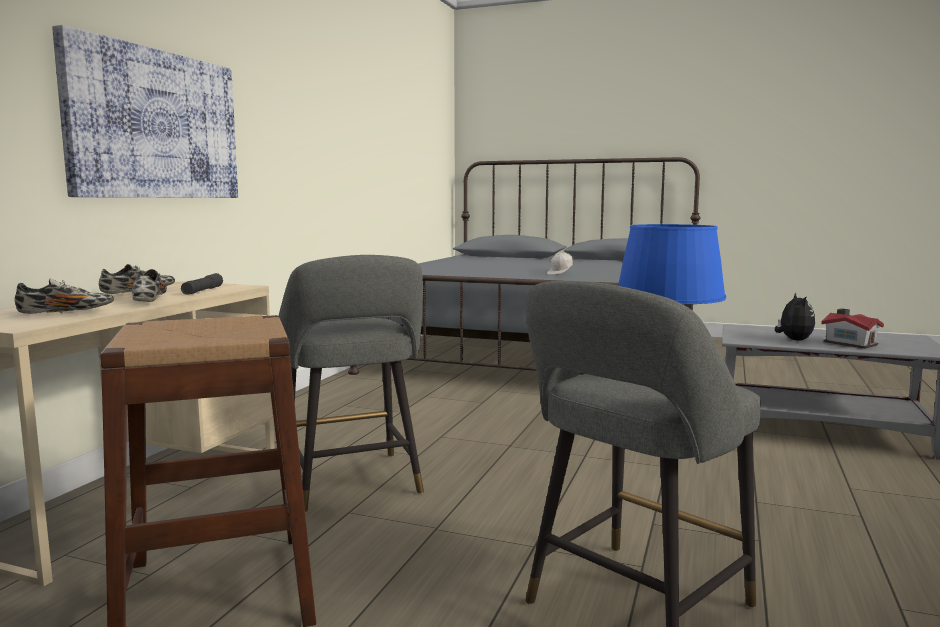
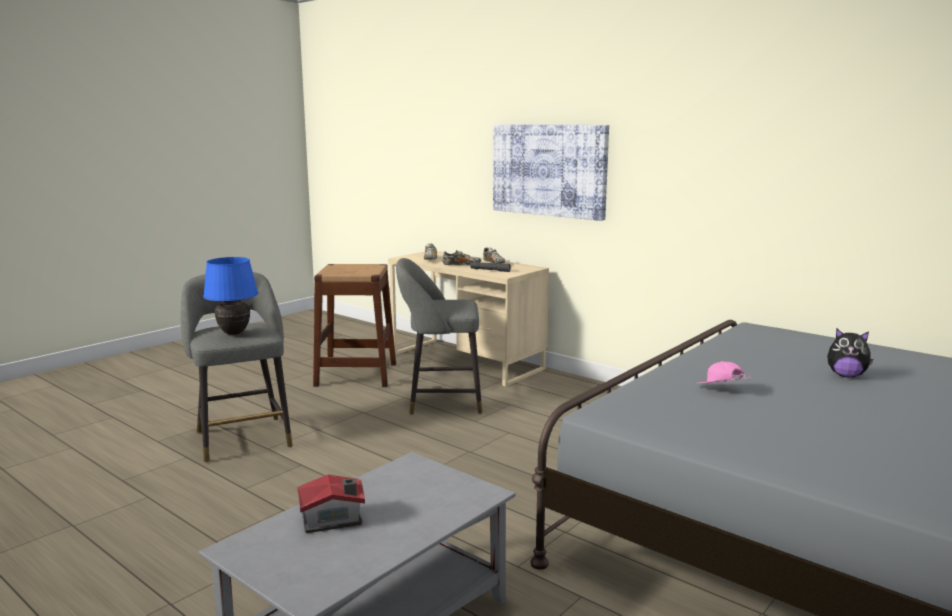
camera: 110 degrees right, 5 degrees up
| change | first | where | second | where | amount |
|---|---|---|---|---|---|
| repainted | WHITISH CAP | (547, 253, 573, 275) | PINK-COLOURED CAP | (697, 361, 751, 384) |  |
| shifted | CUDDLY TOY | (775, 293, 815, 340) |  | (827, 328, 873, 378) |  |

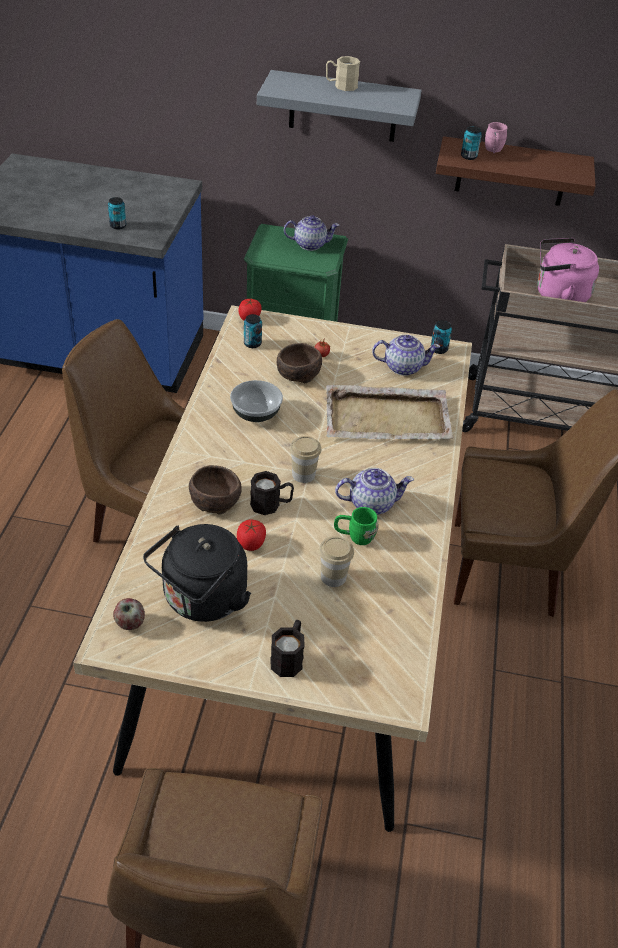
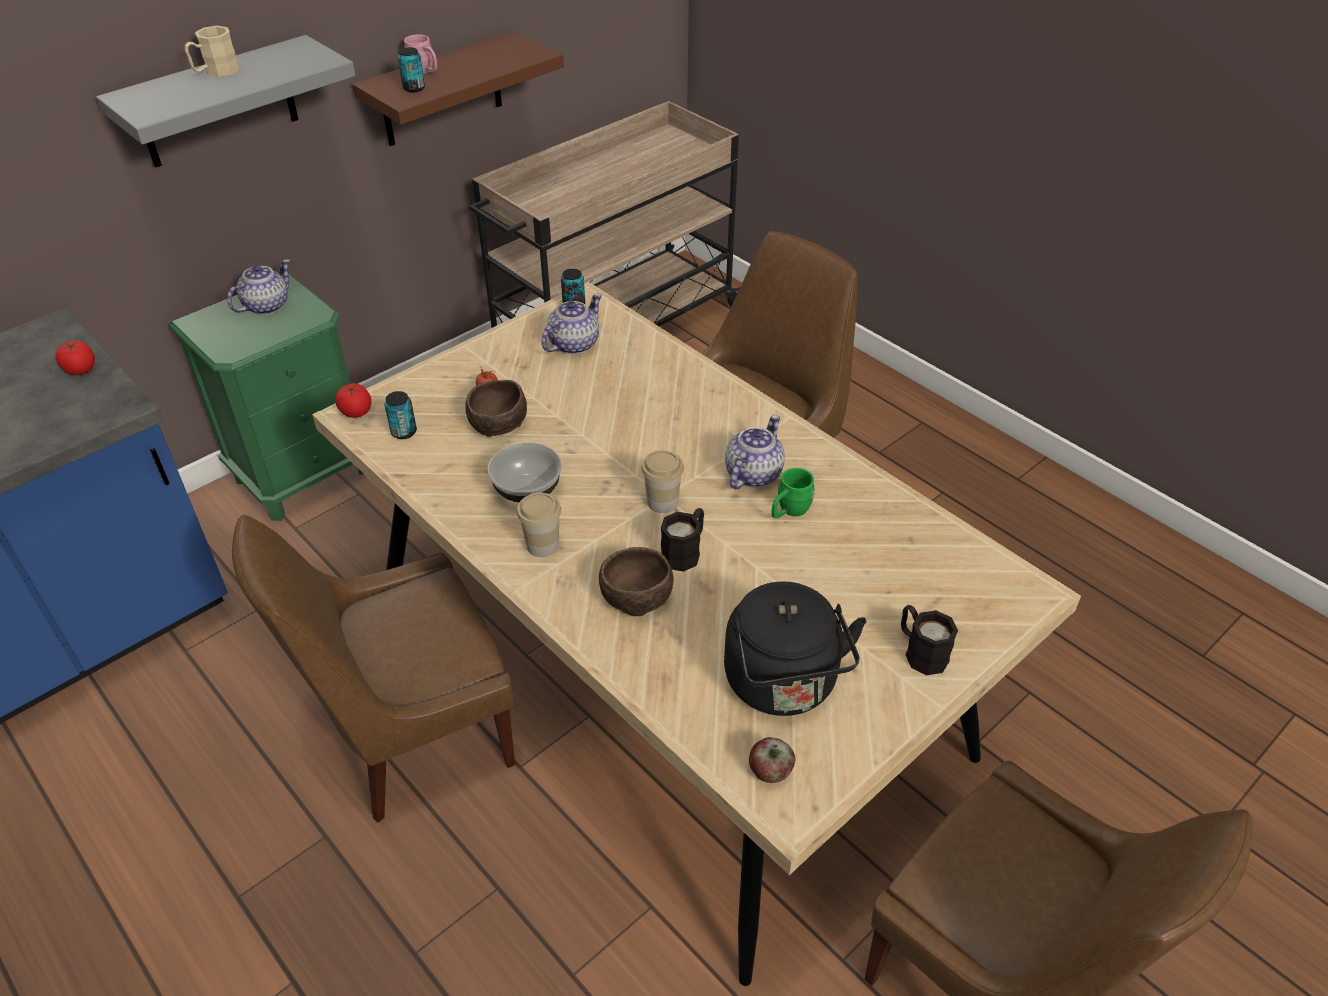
camera: 50 degrees left, 0 degrees up
| change | first | where | second | where | amount |
|---|---|---|---|---|---|
| gone | METAL CAN | (108, 197, 126, 229) |  |  |  |
| gone | PINK-COLOURED KETTLE | (537, 238, 599, 302) |  |  |  |
| gone | BEIGE-COLOURED CARRYING TRAY | (326, 385, 453, 439) |  |  |  |
| shifted | FRESH TOMATO | (237, 520, 266, 551) |  | (55, 340, 95, 375) |  |
| shifted | SMALL CUP | (319, 536, 354, 587) |  | (517, 493, 561, 557) |  |

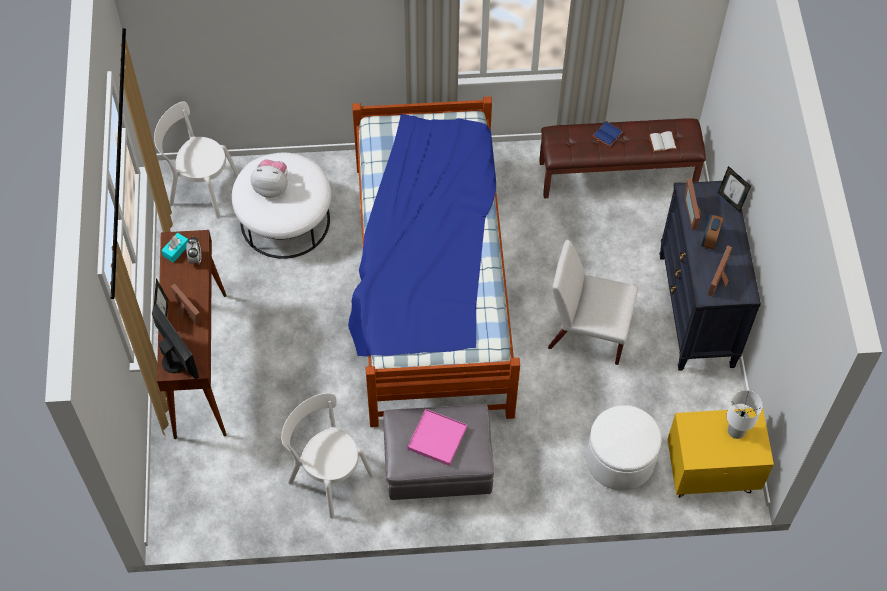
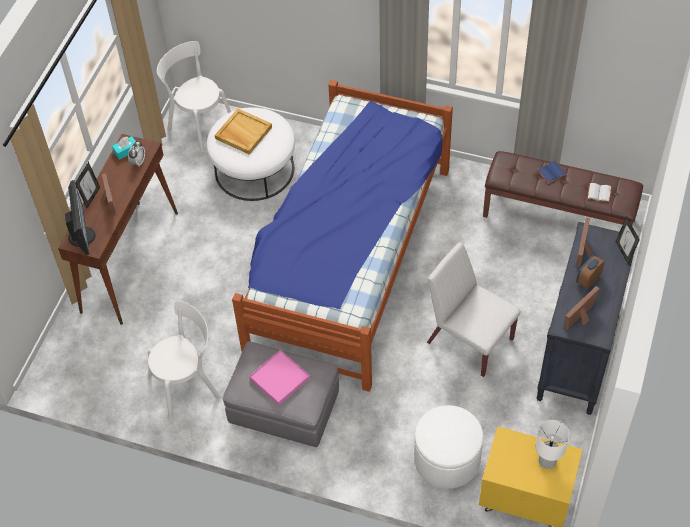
camera: 25 degrees right, 5 degrees down
| change | first | where | second | where | amount |
|---|---|---|---|---|---|
| swapped | CUDDLY TOY | (251, 159, 288, 198) | BEIGE-COLOURED CARRYING TRAY | (215, 108, 272, 155) |  |
| rotated | WHITISH UPRIGHT CHAIR | (281, 393, 374, 518) |  | (148, 301, 221, 420) | 90 degrees clockwise |

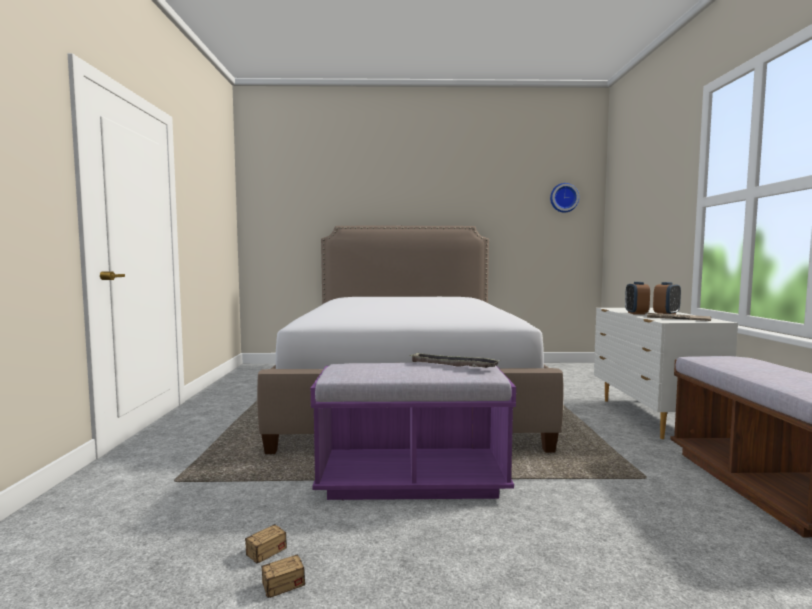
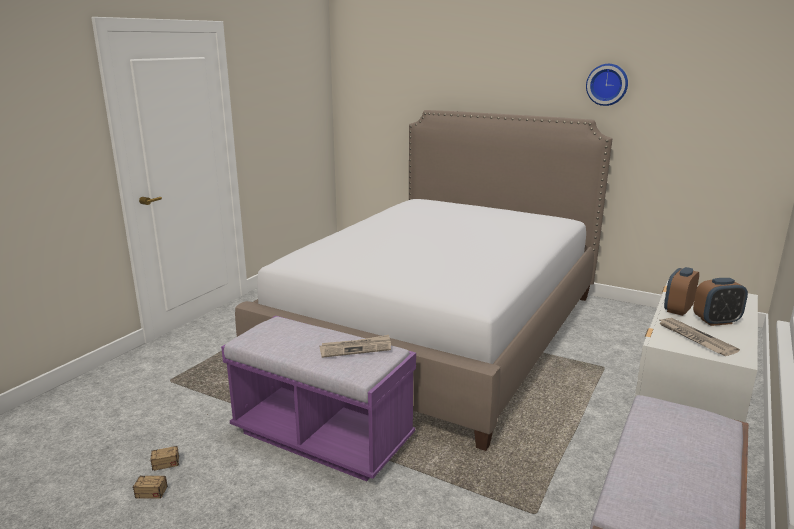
camera: 30 degrees right, 15 degrees up
| change | first | where | second | where | amount |
|---|---|---|---|---|---|
| shifted | HANGING CLOCK | (550, 183, 579, 212) |  | (586, 64, 628, 106) |  |
| swapped | CARRYING TRAY | (409, 353, 500, 368) | DAILY PAPER | (320, 335, 391, 358) |  |

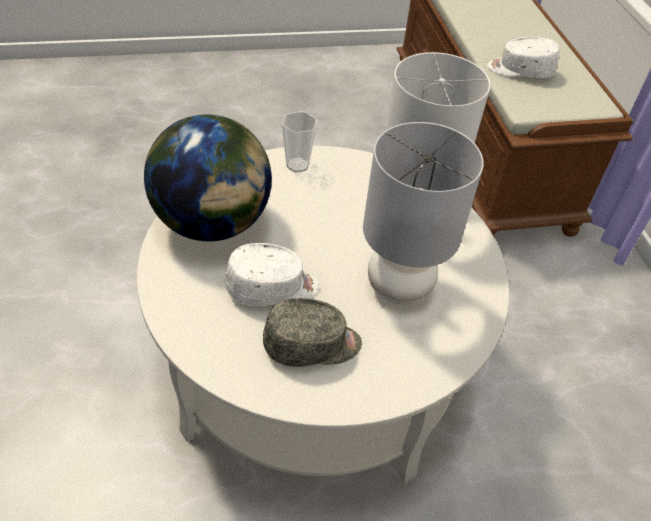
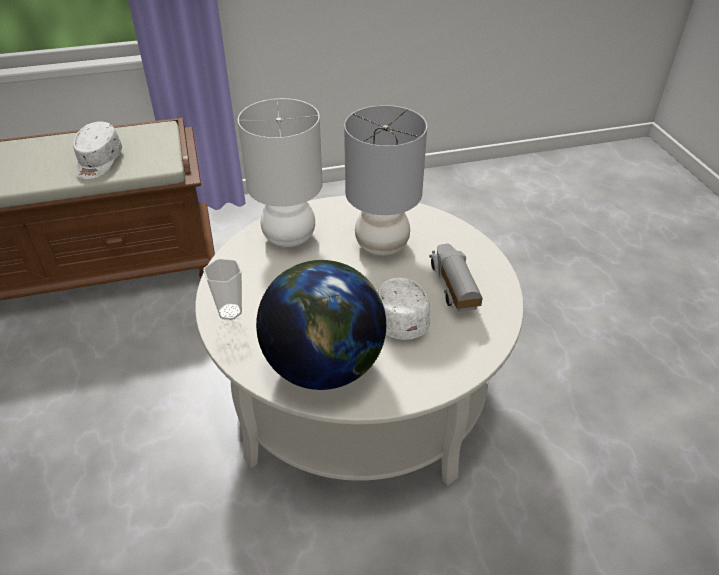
camera: 90 degrees left, 5 degrees down
| change | first | where | second | where | amount |
|---|---|---|---|---|---|
| swapped | GREYISH CAP | (263, 298, 362, 367) | TOY TRUCK | (429, 244, 483, 312) |  |

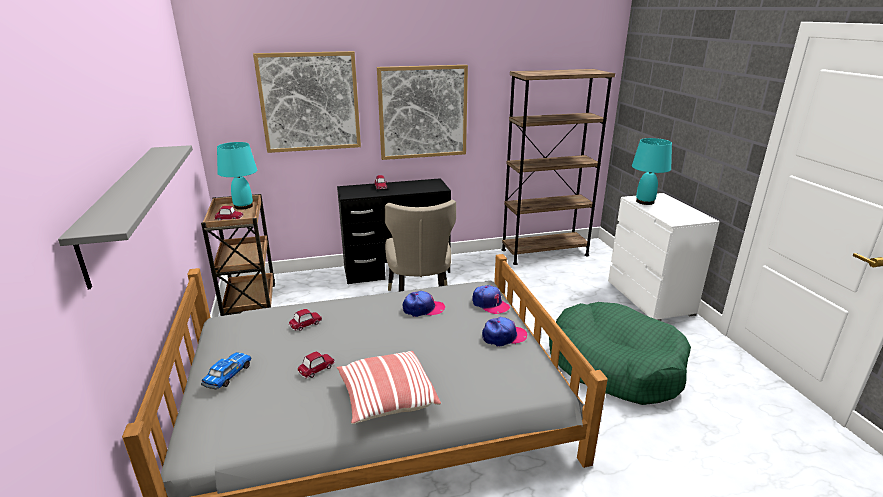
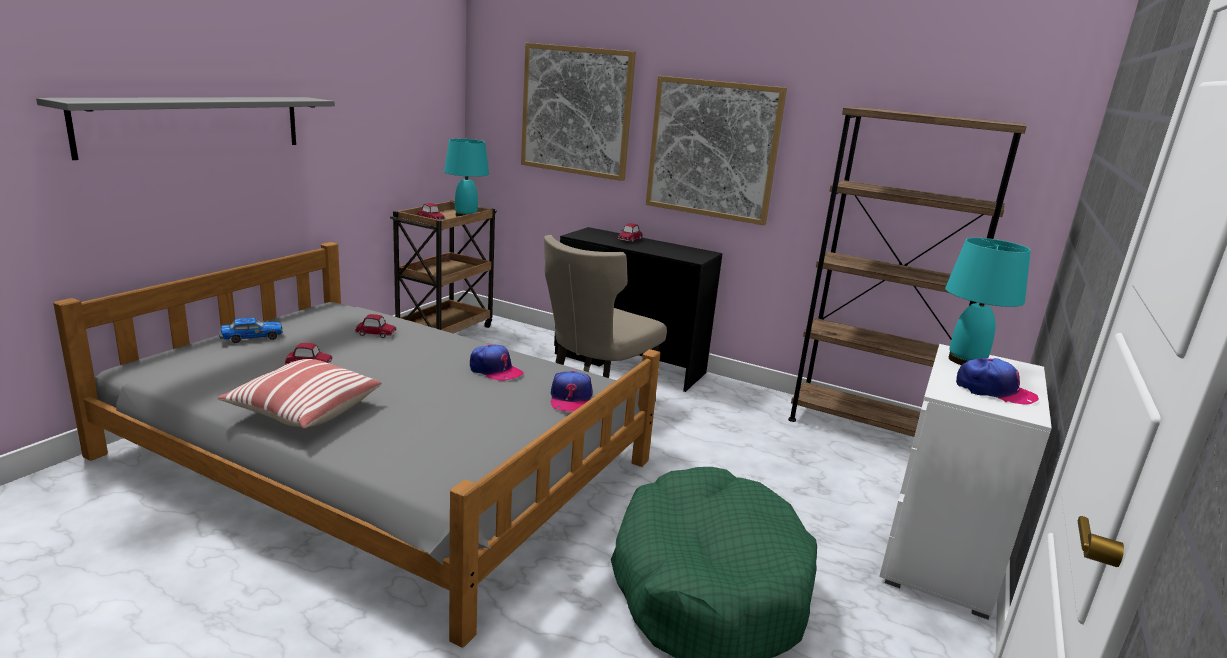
camera: 40 degrees right, 5 degrees down
| change | first | where | second | where | amount |
|---|---|---|---|---|---|
| shifted | CAP | (482, 317, 527, 346) |  | (956, 358, 1039, 405) |  |

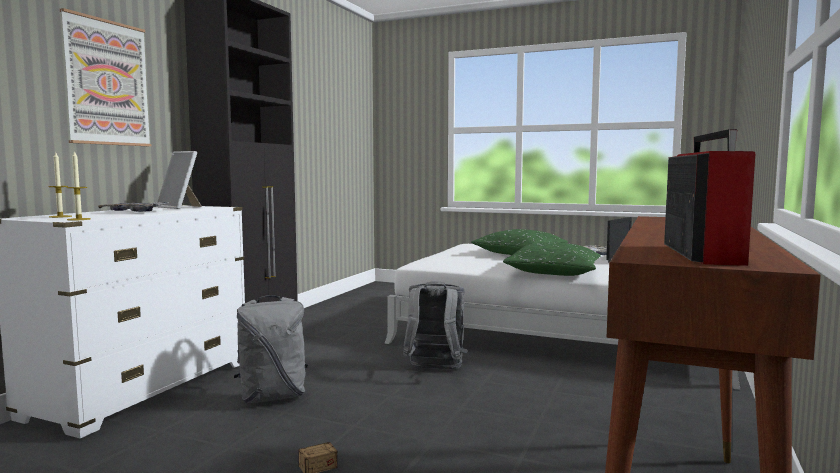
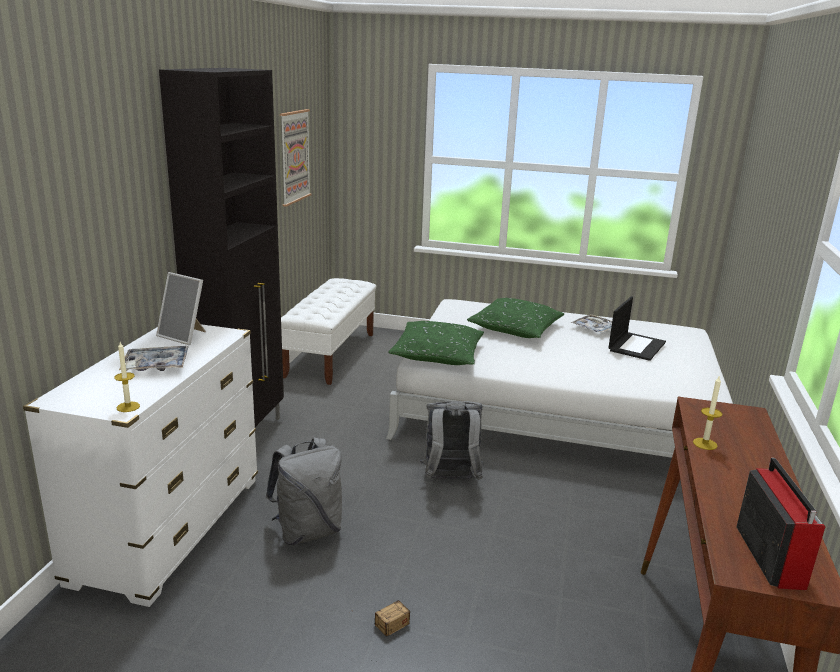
camera: 10 degrees left, 15 degrees up
| change | first | where | second | where | amount |
|---|---|---|---|---|---|
| shifted | WALL ART | (60, 8, 151, 146) |  | (280, 109, 311, 207) |  |
| shifted | WAX CANDLE | (48, 153, 72, 218) |  | (693, 375, 722, 450) |  |
| shifted | GREENISH THROW PILLOW | (503, 242, 600, 276) |  | (389, 321, 484, 365) |  |
| new |  |  | WHITISH BENCH | (281, 278, 376, 385) |  |

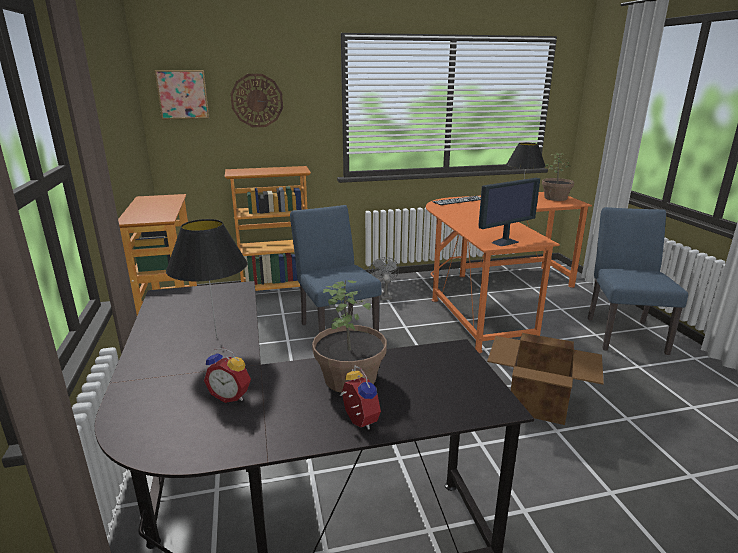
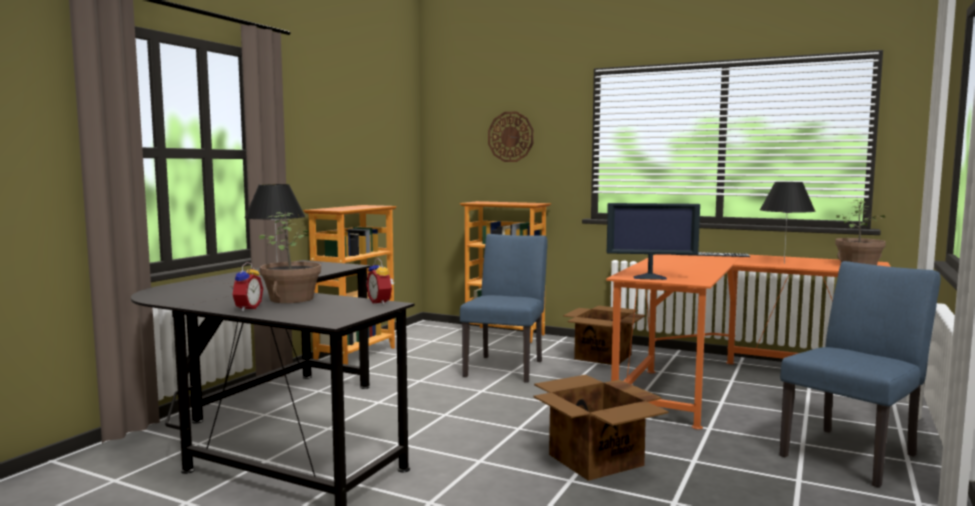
camera: 40 degrees right, 15 degrees down
| change | first | where | second | where | amount |
|---|---|---|---|---|---|
| gone | WALL ART | (154, 70, 209, 120) |  |  |  |
| swapped | GREYISH FAN | (368, 257, 399, 300) | CARTON | (563, 306, 645, 365) |  |
| shifted | ALARM CLOCK | (204, 348, 251, 403) |  | (366, 258, 394, 305) |  |

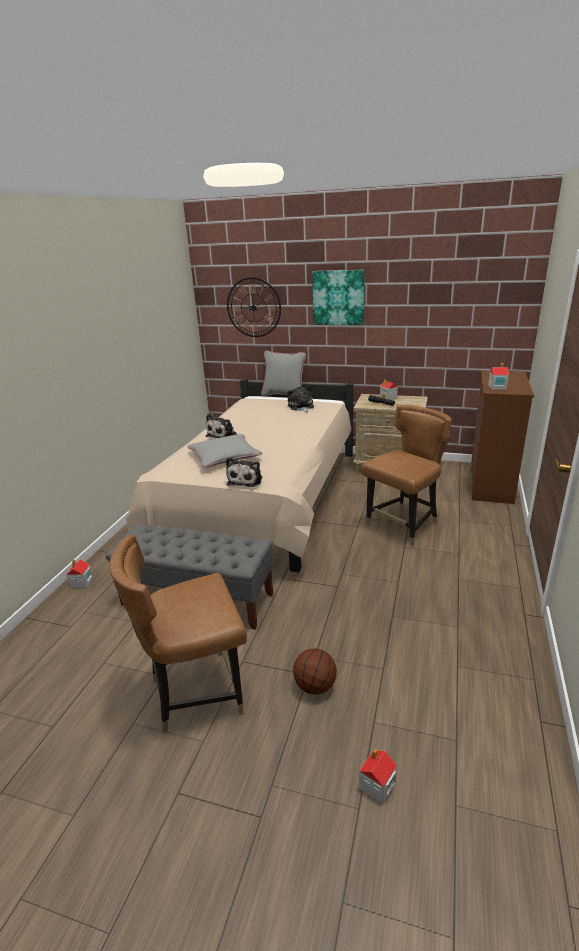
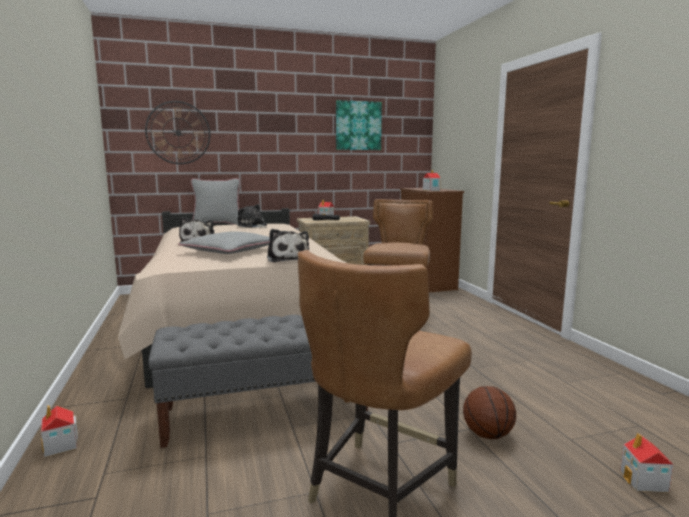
camera: 35 degrees left, 15 degrees down
| change | first | where | second | where | amount |
|---|---|---|---|---|---|
| shifted | WALL ART | (312, 270, 365, 325) |  | (336, 100, 382, 150) |  |

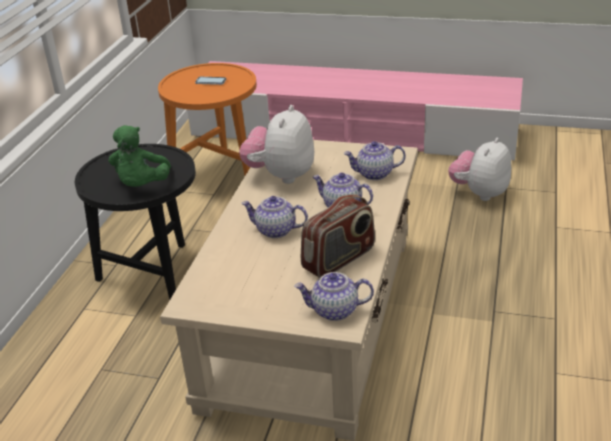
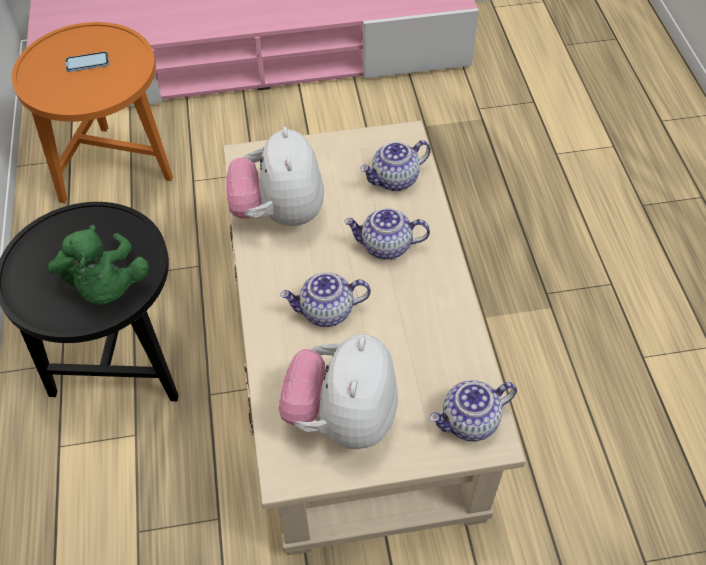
camera: 25 degrees left, 20 degrees up
| change | first | where | second | where | amount |
|---|---|---|---|---|---|
| shifted | CUDDLY TOY | (448, 138, 511, 201) |  | (279, 334, 398, 449) |  |
| gone | RADIO | (301, 194, 375, 278) |  |  |  |

